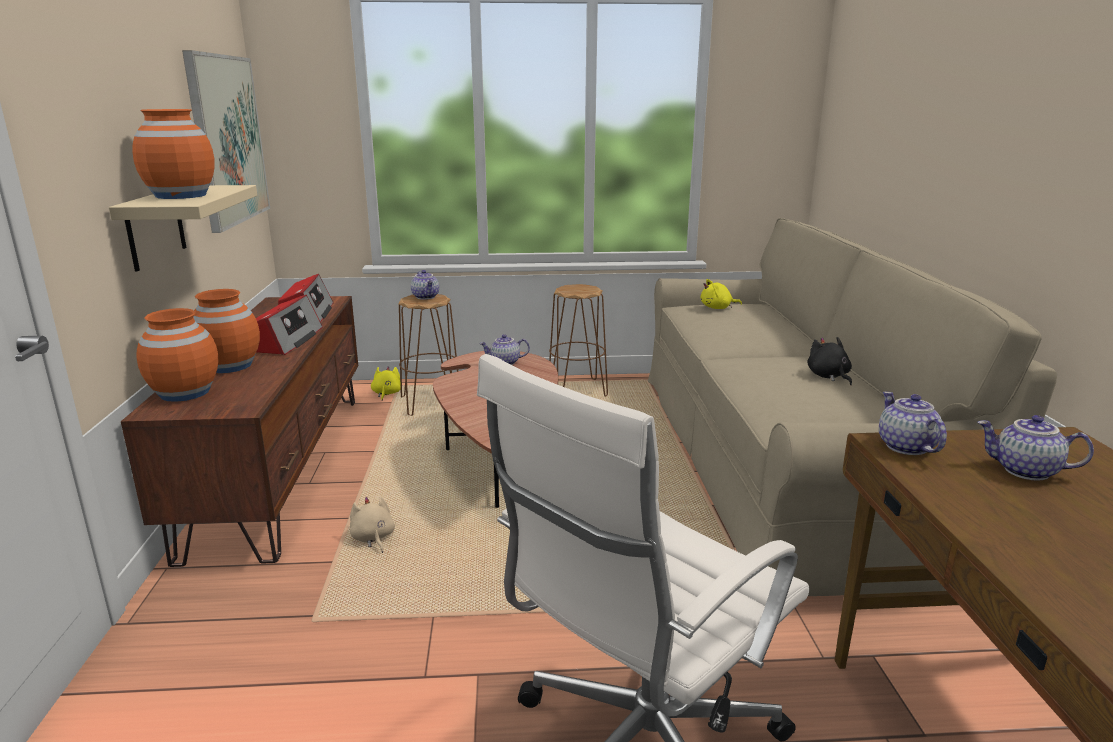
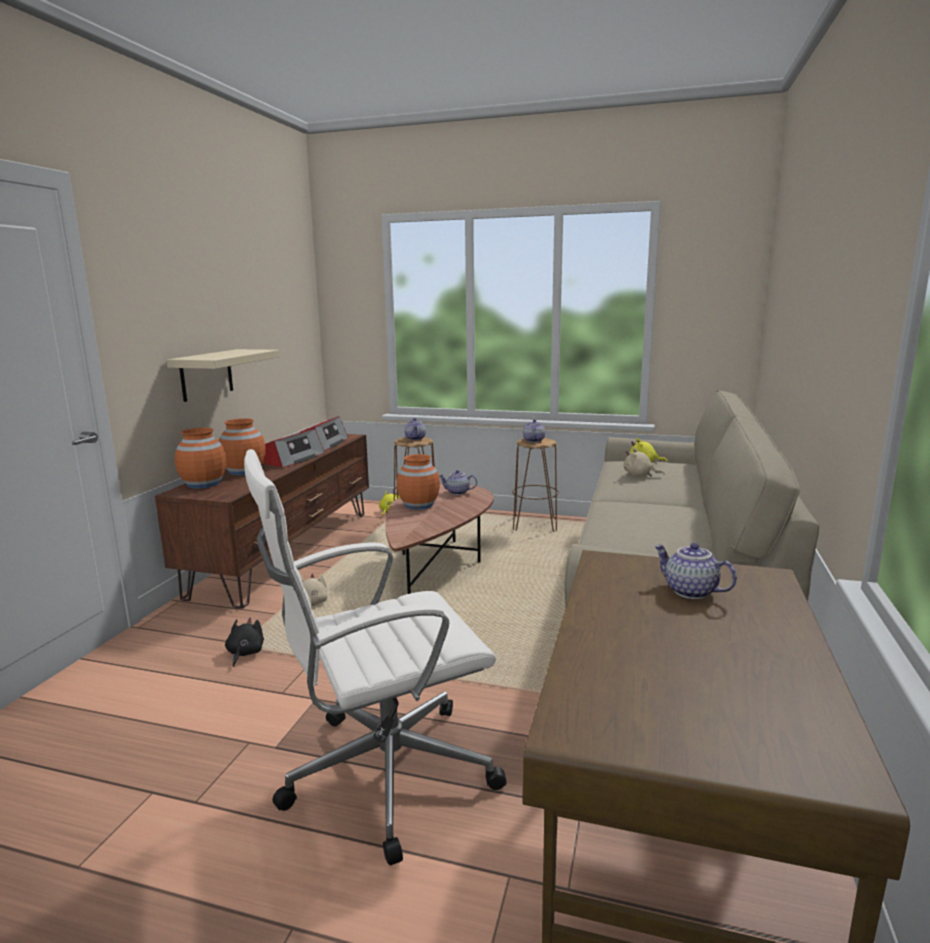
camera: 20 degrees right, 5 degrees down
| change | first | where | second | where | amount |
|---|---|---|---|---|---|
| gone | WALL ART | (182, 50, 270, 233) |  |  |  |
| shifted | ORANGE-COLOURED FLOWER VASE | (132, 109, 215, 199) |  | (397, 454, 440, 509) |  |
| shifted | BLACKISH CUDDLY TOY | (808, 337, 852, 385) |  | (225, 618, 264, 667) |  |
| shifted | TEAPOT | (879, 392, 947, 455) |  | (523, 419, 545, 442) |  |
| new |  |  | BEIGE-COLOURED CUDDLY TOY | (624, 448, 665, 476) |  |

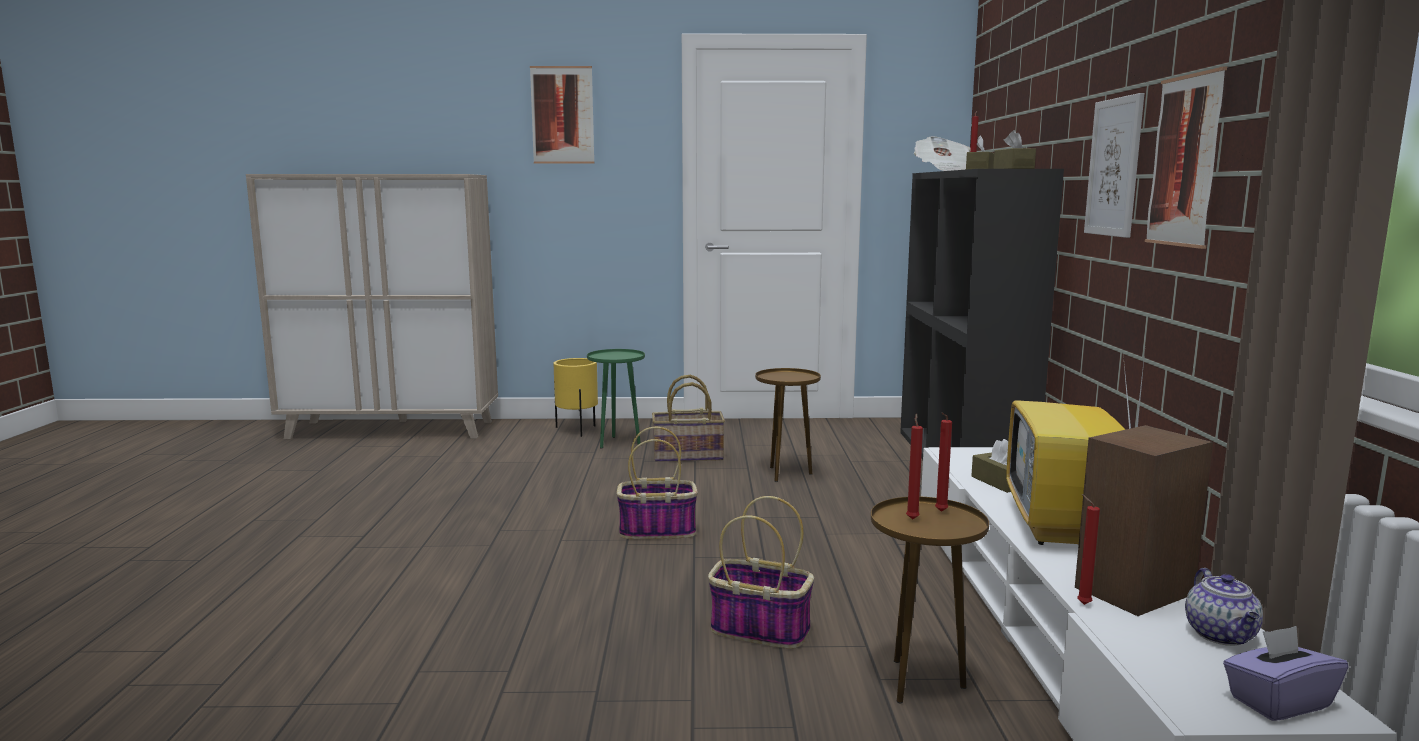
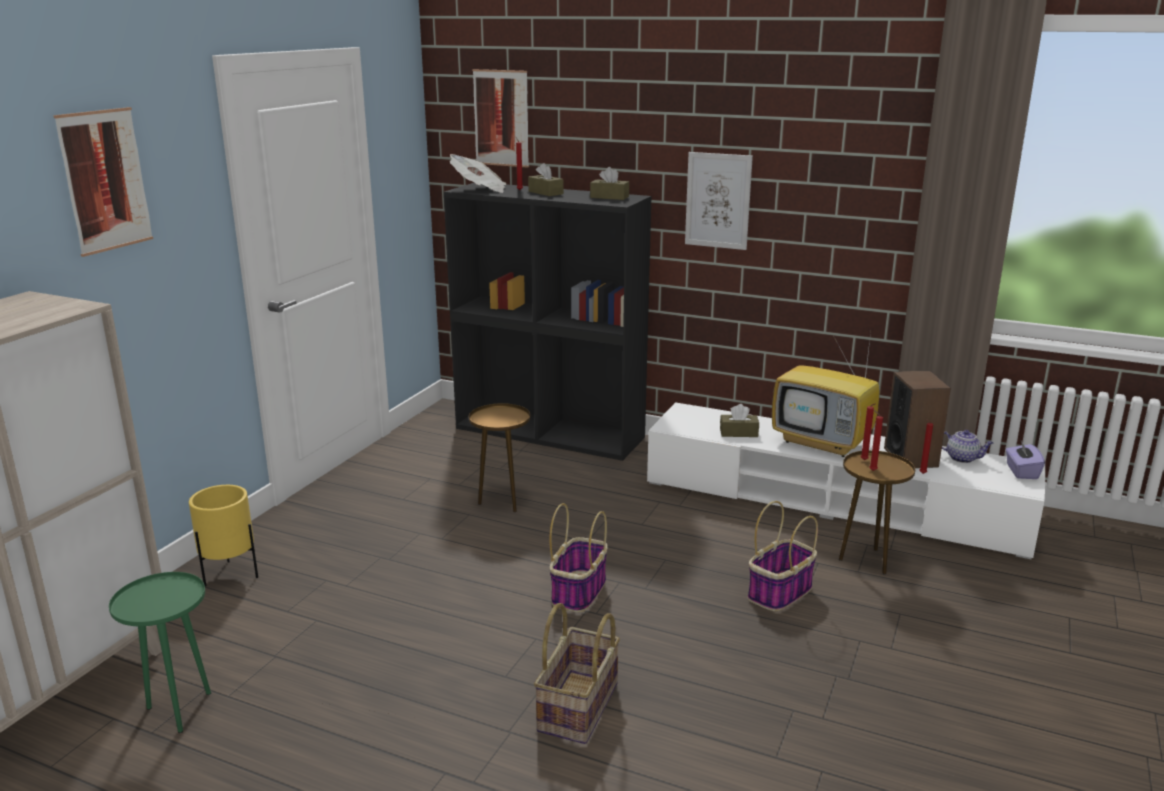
camera: 65 degrees left, 10 degrees up
| change | first | where | second | where | amount |
|---|---|---|---|---|---|
| shifted | WALL ART | (1145, 66, 1227, 249) |  | (472, 69, 529, 168) |  |
| shifted | GREENISH ACCENT TABLE | (587, 349, 645, 448) |  | (109, 572, 211, 733) |  |
| shifted | HOUSEHOLD BASKET | (652, 375, 725, 462) |  | (534, 603, 620, 744) |  |

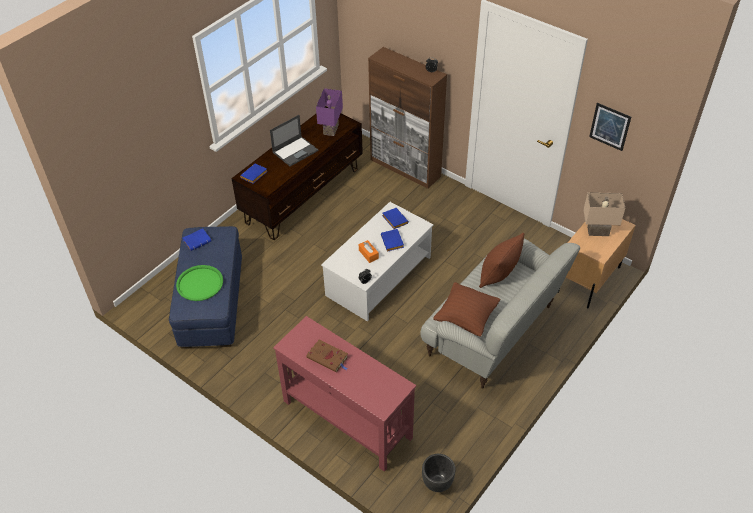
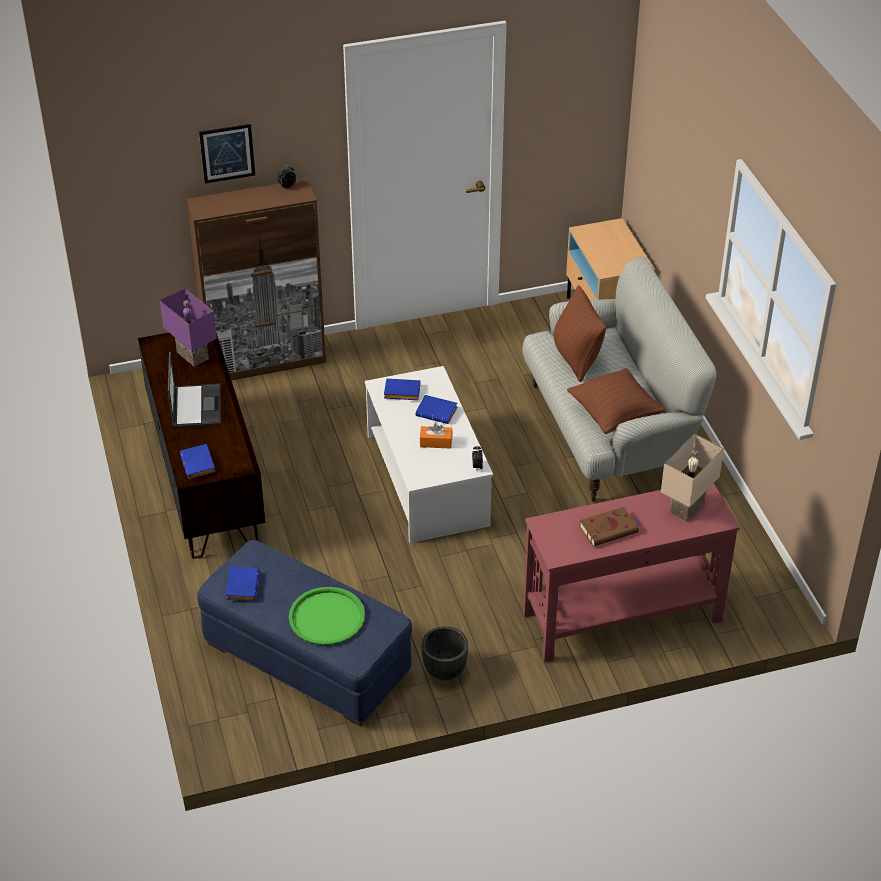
camera: 55 degrees left, 5 degrees down
| change | first | where | second | where | amount |
|---|---|---|---|---|---|
| shifted | WALL ART | (589, 103, 631, 151) |  | (199, 124, 255, 184) |  |
| shifted | BEIGE-COLOURED LAMP FOR A TABLE | (584, 192, 625, 236) |  | (661, 434, 724, 521) |  |
| shifted | BLACKISH PLANTER | (422, 454, 455, 492) |  | (422, 626, 468, 681) |  |

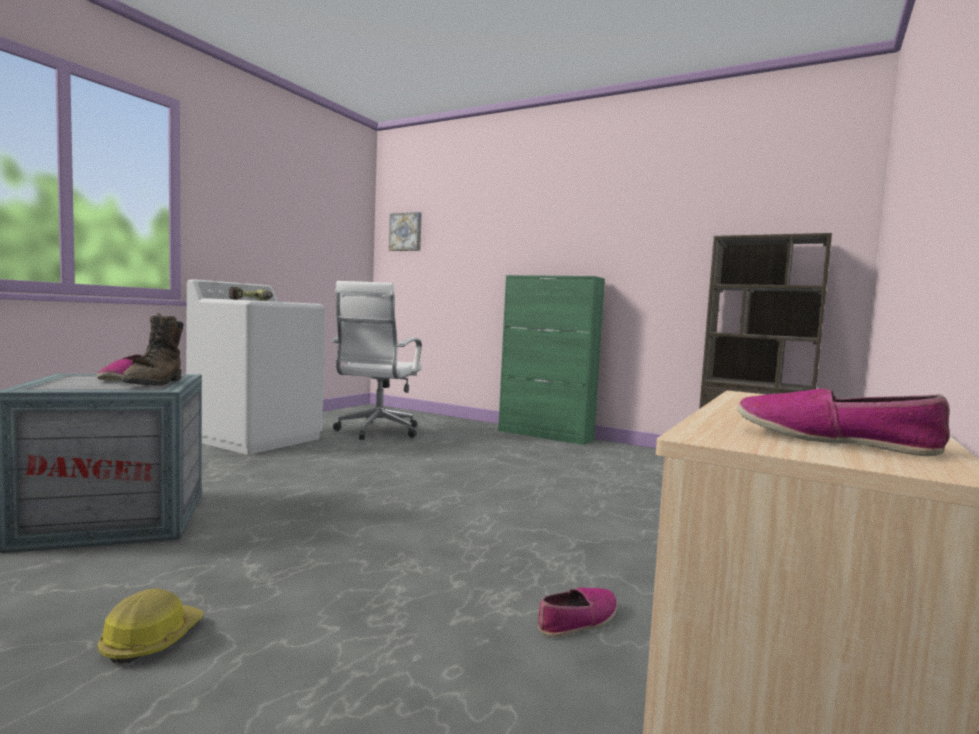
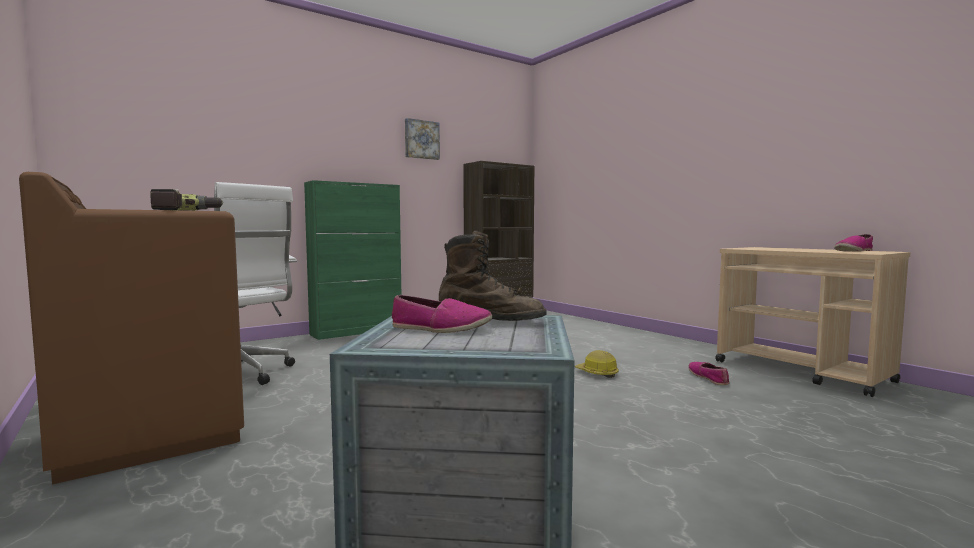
camera: 65 degrees left, 0 degrees up
| change | first | where | second | where | amount |
|---|---|---|---|---|---|
| shifted | WALL ART | (389, 212, 422, 251) |  | (405, 118, 440, 160) |  |
| repainted | WHITISH LAUNDRY APPLIANCE | (186, 279, 325, 455) | BROWN LAUNDRY APPLIANCE | (19, 172, 244, 484) |  |
| shifted | SAFETY HELMET | (98, 588, 204, 663) |  | (575, 350, 619, 378) |  |

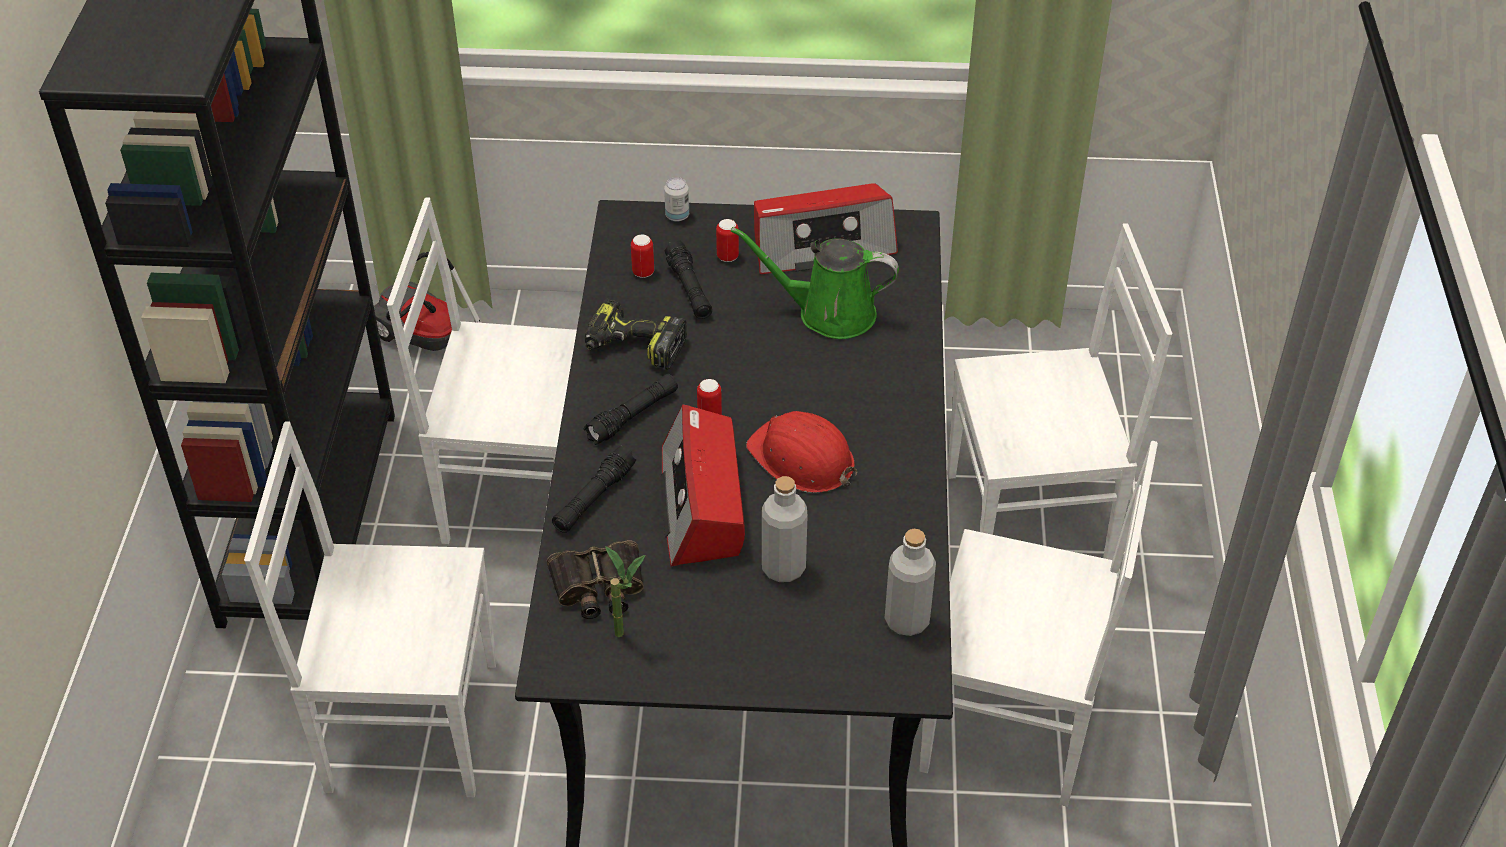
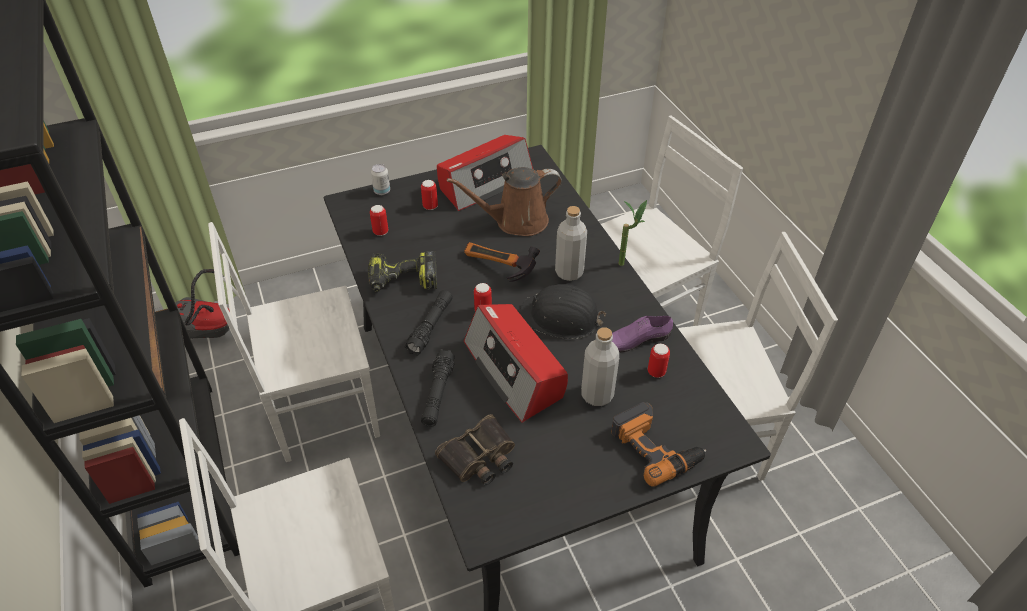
camera: 25 degrees left, 0 degrees up
| change | first | where | second | where | amount |
|---|---|---|---|---|---|
| repainted | GREENISH SPRINKLING CAN | (731, 227, 899, 339) | BROWN SPRINKLING CAN | (447, 167, 562, 236) |  |
| gone | BLACKISH TORCH | (664, 240, 712, 319) |  |  |  |
| repainted | RED-COLOURED SAFETY HELMET | (746, 411, 857, 493) | BLACKISH SAFETY HELMET | (519, 284, 606, 339) |  |
| shifted | GREYISH DRINK BOTTLE | (885, 529, 936, 636) |  | (555, 206, 587, 281) |  |
| shifted | POTTED PLANT | (605, 546, 646, 637) |  | (619, 200, 647, 266) |  |
| new |  |  | TOOL HAMMER | (464, 242, 540, 282) |  |
| new |  |  | PURPLE ITEM OF FOOTWEAR | (612, 316, 673, 353) |  |
| new |  |  | METAL CAN | (648, 344, 670, 378) |  |
| new |  |  | ELECTRIC DRILL | (611, 402, 706, 487) |  |

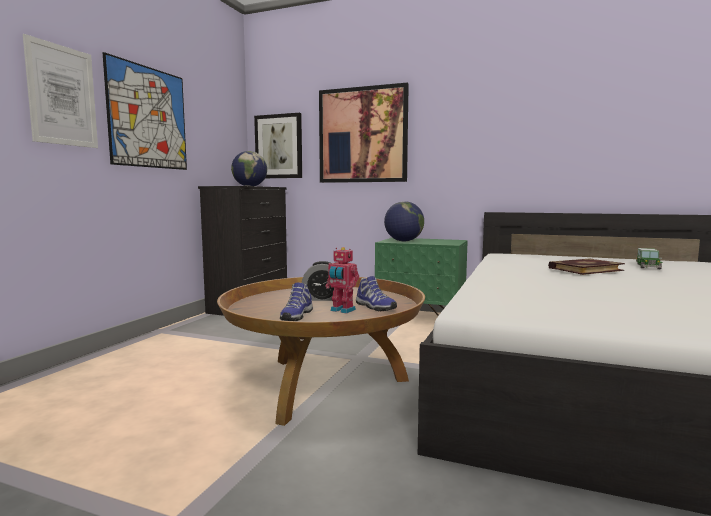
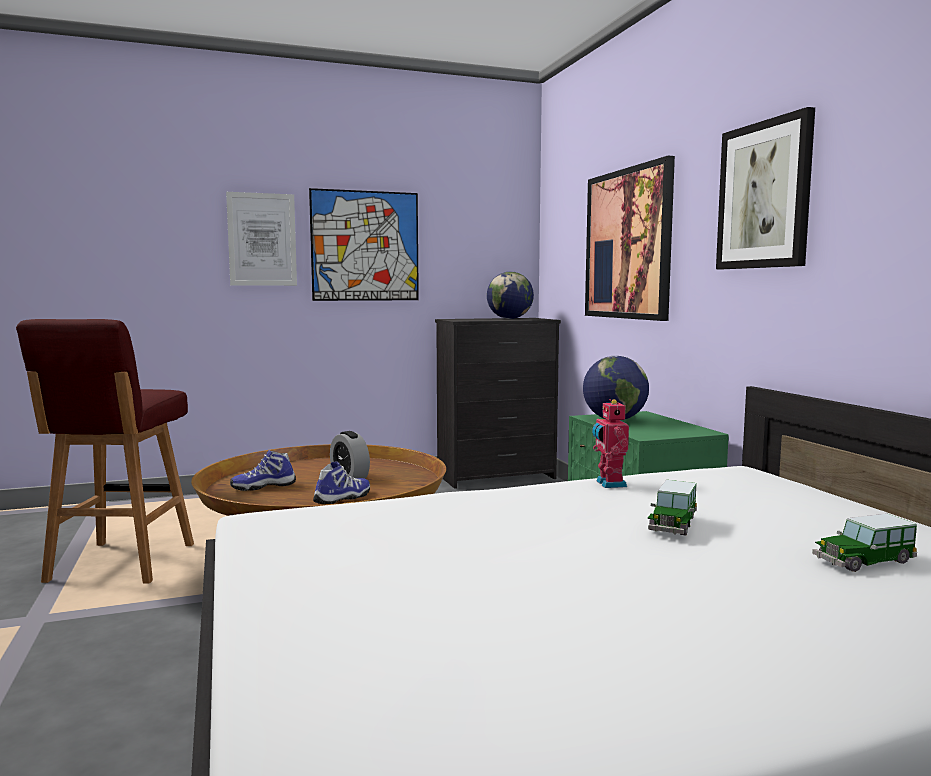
camera: 50 degrees right, 0 degrees up
| change | first | where | second | where | amount |
|---|---|---|---|---|---|
| shifted | WALL ART | (254, 113, 302, 178) |  | (716, 107, 815, 269) |  |
| shifted | ROBOT FIGURE | (325, 247, 359, 314) |  | (592, 399, 629, 488) |  |
| swapped | VOLUME | (548, 258, 625, 275) | MODEL CAR | (648, 480, 697, 536) |  |
| rotated | ITEM OF FOOTWEAR | (356, 276, 397, 311) |  | (313, 462, 370, 505) | 150 degrees counterclockwise |
| new |  |  | RED-COLOURED STOOL | (16, 319, 194, 584) |  |

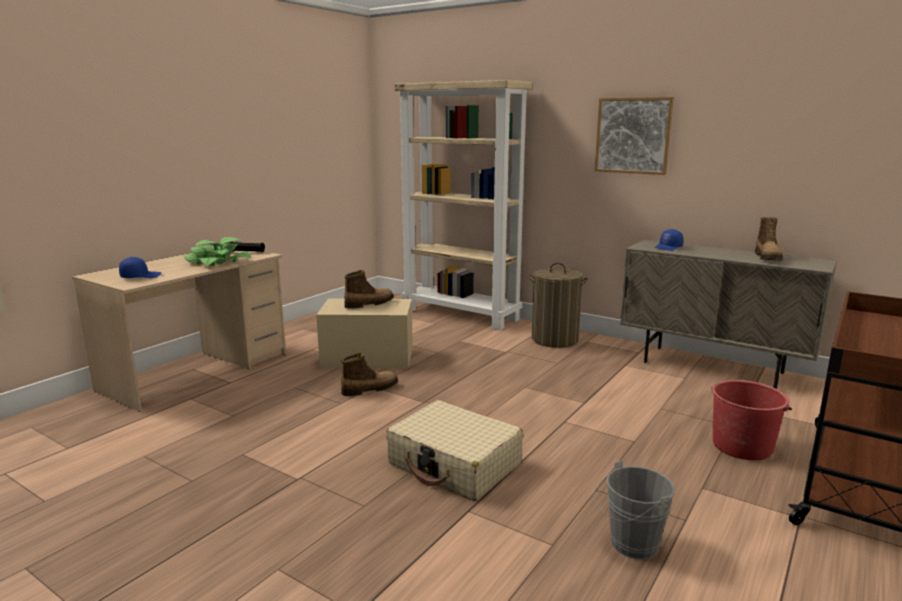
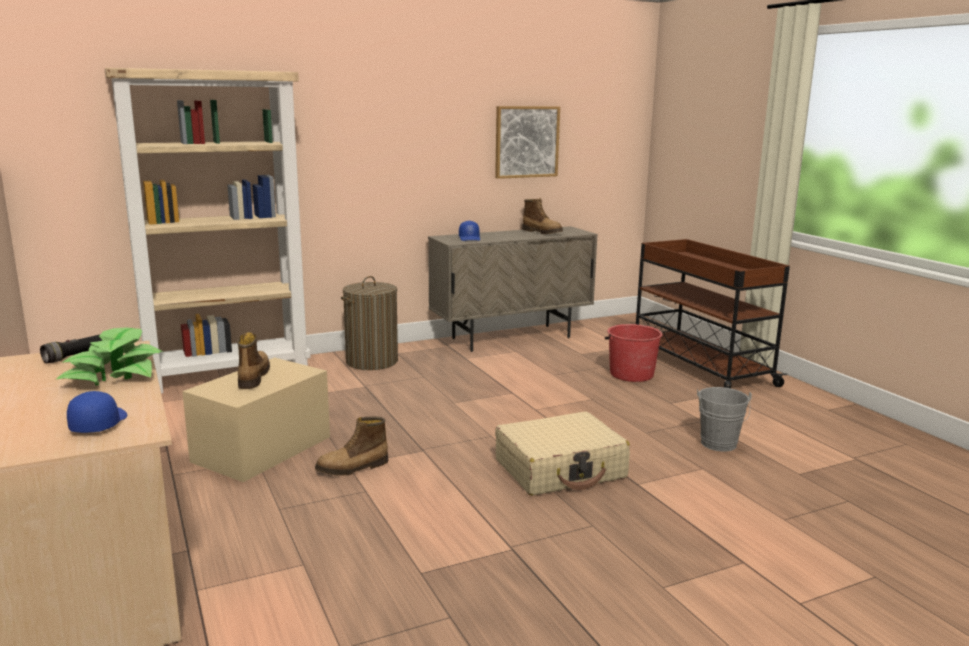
camera: 60 degrees left, 0 degrees up
| change | first | where | second | where | amount |
|---|---|---|---|---|---|
| shifted | WALL ART | (595, 97, 674, 175) |  | (495, 106, 560, 179) |  |
| rotated | HIGH-TOP BOOT | (341, 353, 398, 396) |  | (315, 416, 388, 476) | 120 degrees counterclockwise |

